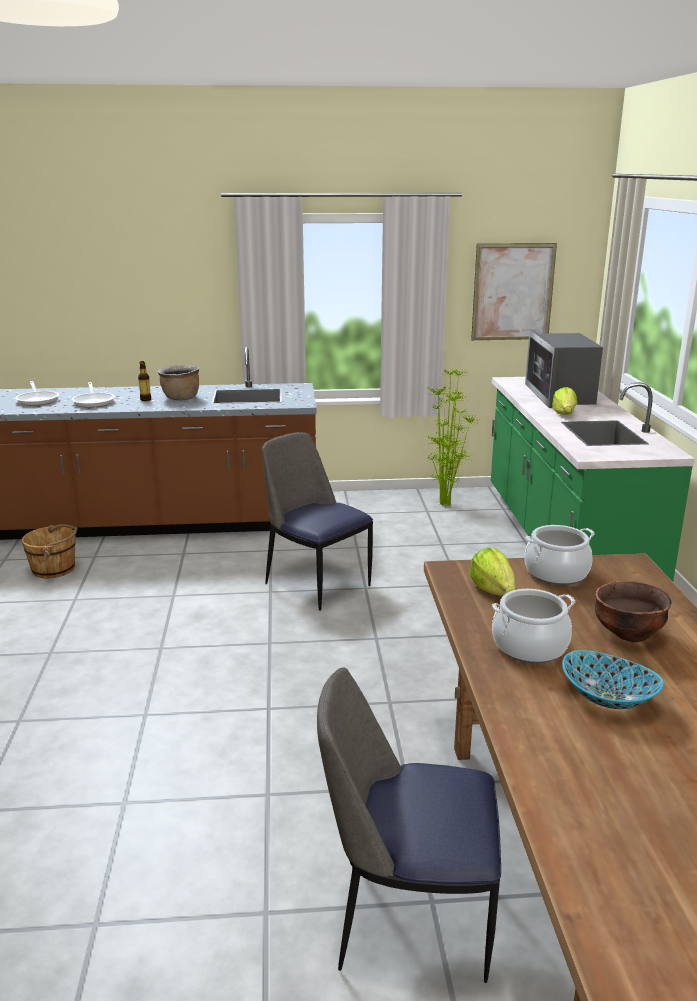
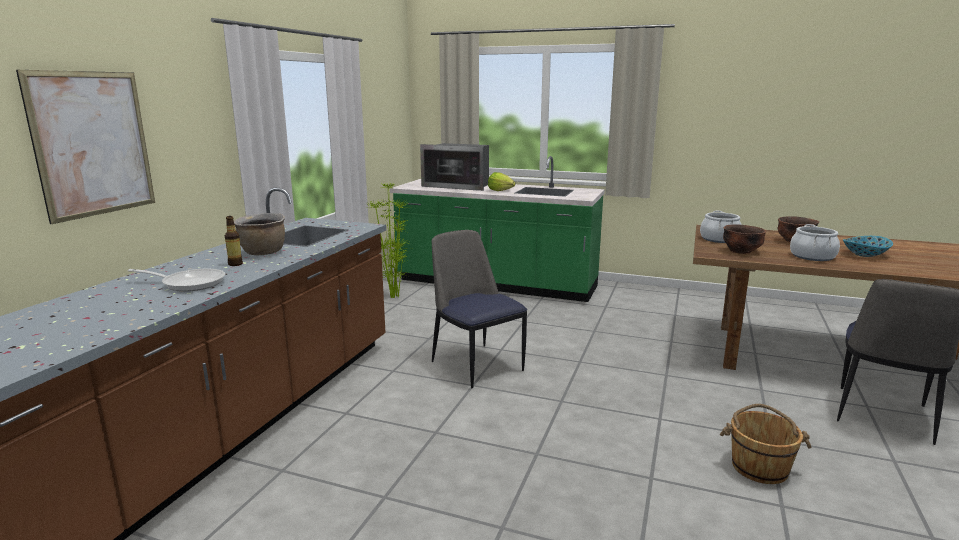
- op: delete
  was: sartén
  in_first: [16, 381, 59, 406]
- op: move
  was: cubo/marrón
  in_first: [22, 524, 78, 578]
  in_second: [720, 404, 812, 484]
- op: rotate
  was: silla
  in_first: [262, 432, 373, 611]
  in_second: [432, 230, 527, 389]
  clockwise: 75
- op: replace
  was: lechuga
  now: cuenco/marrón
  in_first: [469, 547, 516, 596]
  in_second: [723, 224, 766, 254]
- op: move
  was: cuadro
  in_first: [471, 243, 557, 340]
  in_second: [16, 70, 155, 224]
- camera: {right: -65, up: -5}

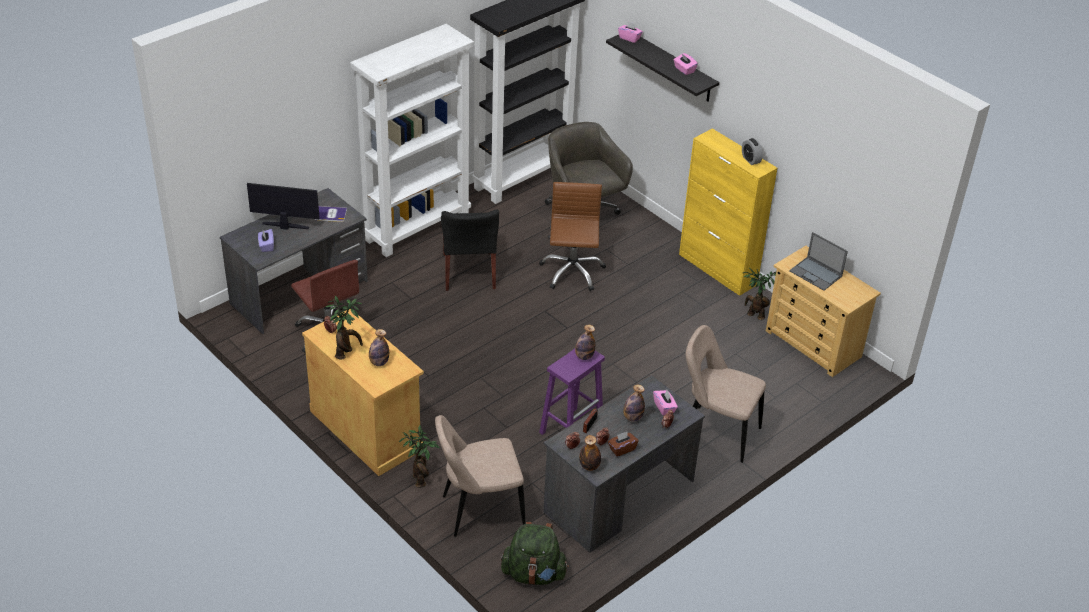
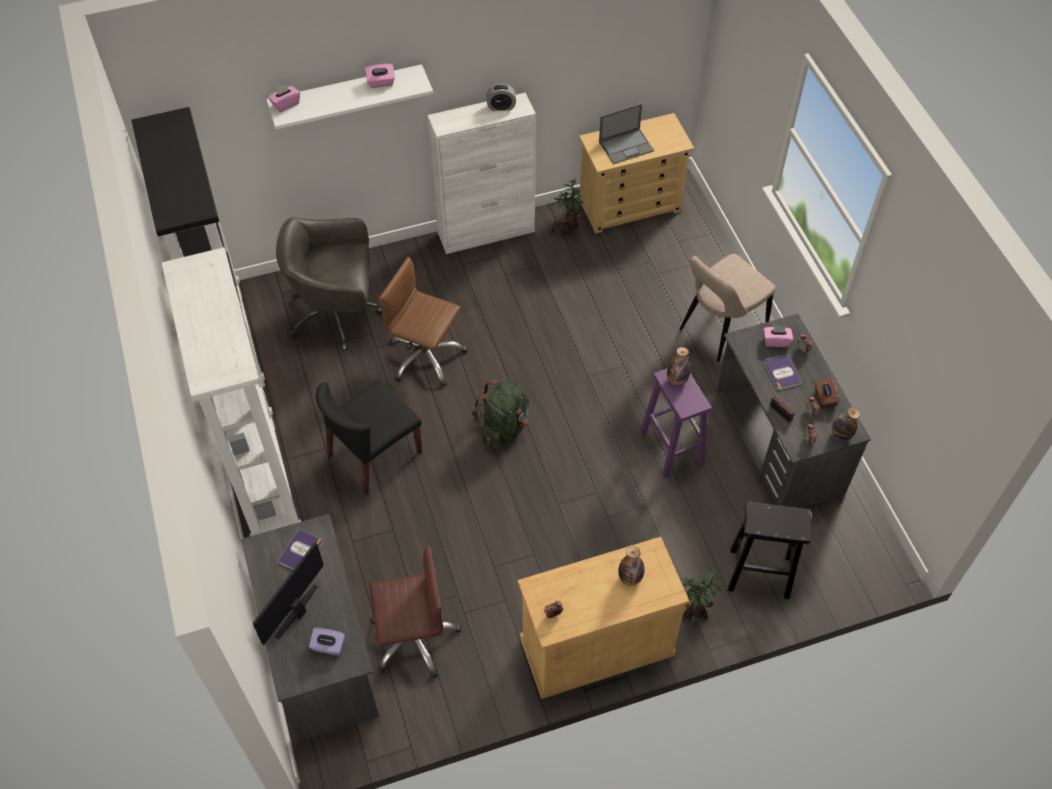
- op: delete
  was: planta en maceta
  in_first: [326, 296, 363, 359]
- op: replace
  was: silla/beis
  now: taburete/negro
  in_first: [435, 415, 525, 537]
  in_second: [728, 501, 811, 599]
- op: rotate
  was: silla/negro
  in_first: [441, 209, 499, 291]
  in_second: [316, 379, 422, 495]
  clockwise: 120
- op: move
  was: mochila/verde
  in_first: [501, 522, 569, 585]
  in_second: [472, 379, 529, 449]
- op: recolor
  was: estante/negro
  now: estante/blanco
  in_first: [606, 35, 719, 102]
  in_second: [266, 64, 433, 129]
- op: replace
  was: botella
  now: libro
  in_first: [623, 385, 645, 422]
  in_second: [764, 354, 802, 390]
- op: recolor
  was: armario/amarillo
  now: armario/blanco
  in_first: [679, 129, 778, 296]
  in_second: [428, 93, 536, 254]
- camera: {right: -65, up: 15}

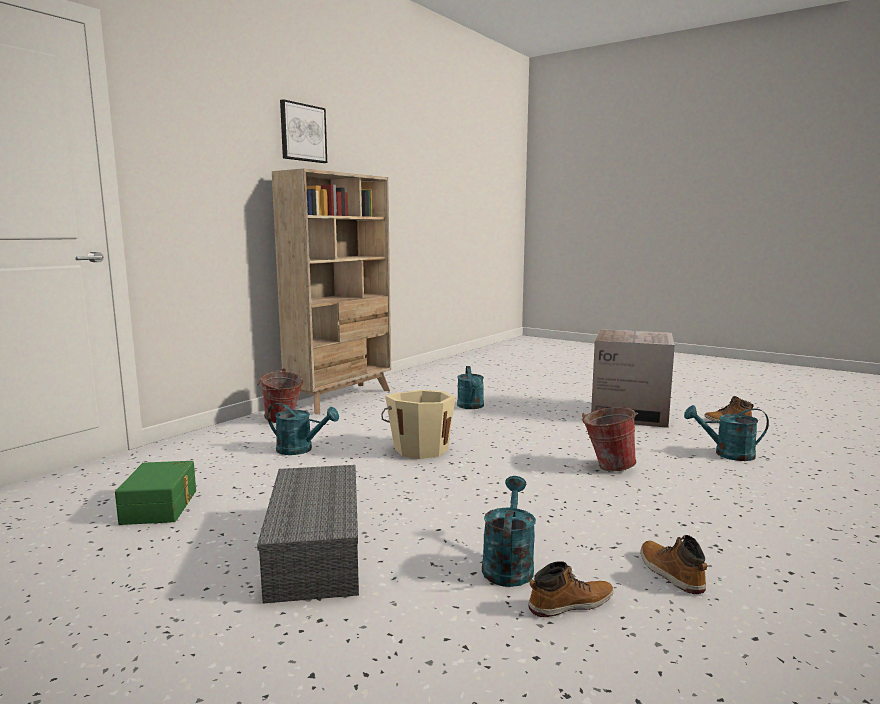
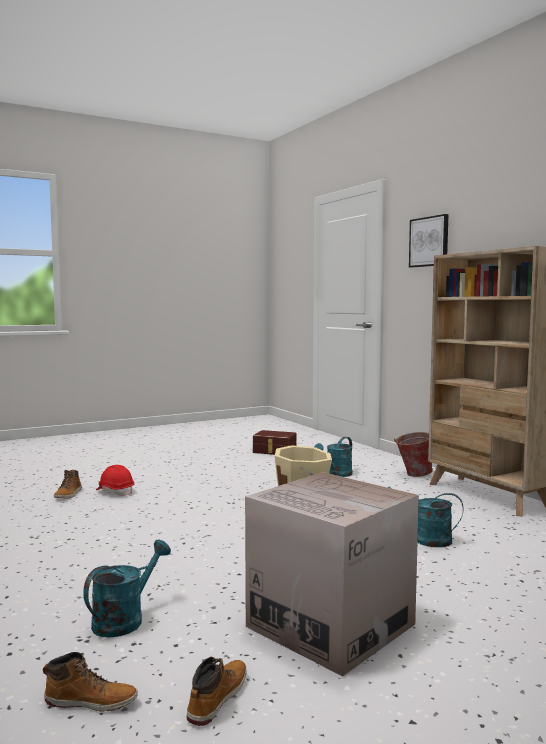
- op: recolor
  was: caja de almacenaje/verde
  now: caja de almacenaje/marrón
  in_first: [115, 461, 196, 525]
  in_second: [253, 430, 296, 455]
- op: delete
  was: caja de almacenaje/gris
  in_first: [257, 465, 359, 604]
- op: move
  was: cuadro
  in_first: [280, 99, 327, 163]
  in_second: [409, 214, 449, 267]
- op: replace
  was: regadera/turquesa
  now: casco/rojo
  in_first: [482, 476, 536, 587]
  in_second: [96, 465, 134, 496]
- op: delete
  was: cubo
  in_first: [582, 407, 638, 471]
- op: move
  was: bota
  in_first: [641, 535, 707, 594]
  in_second: [43, 652, 138, 712]
- camera: {right: 115, up: -5}

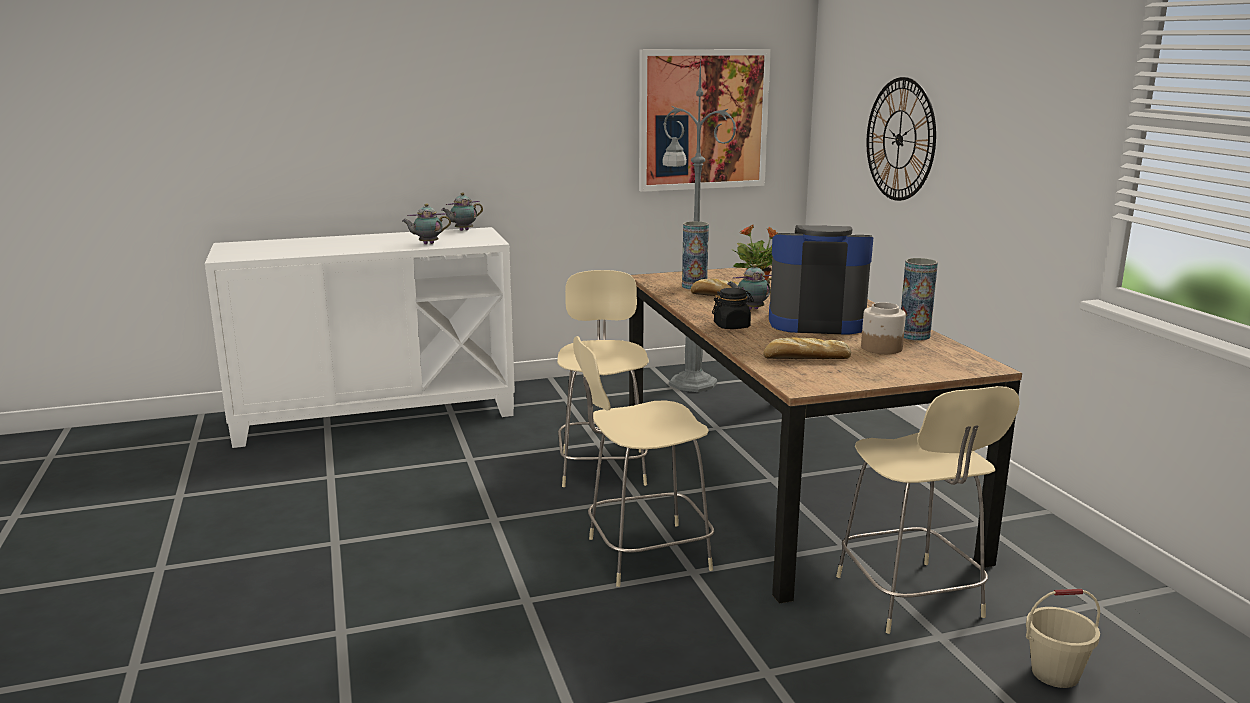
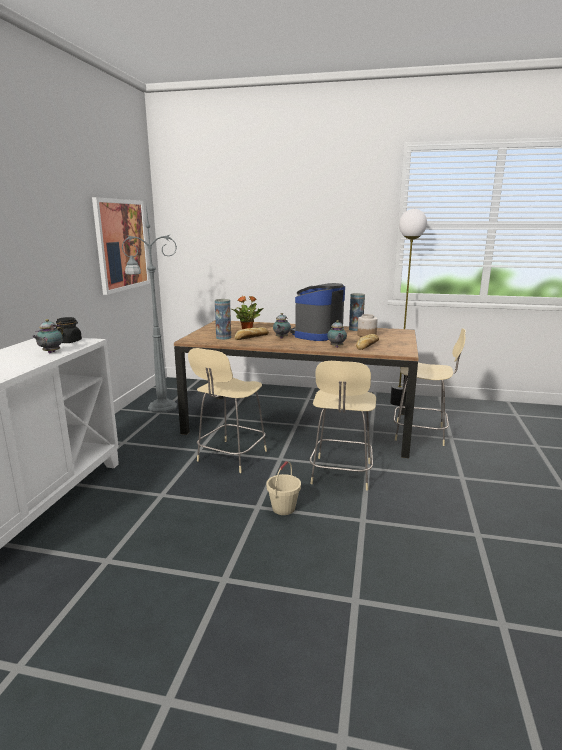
- op: move
  was: tetera
  in_first: [441, 193, 483, 231]
  in_second: [327, 320, 347, 348]
- op: rotate
  was: silla/beis
  in_first: [557, 270, 649, 487]
  in_second: [188, 348, 267, 473]
  clockwise: -90
- op: move
  was: tarro/negro
  in_first: [712, 288, 754, 329]
  in_second: [56, 317, 82, 343]
- op: delete
  was: reloj de pared
  in_first: [867, 77, 936, 201]
- op: move
  was: cubo/beis
  in_first: [1026, 589, 1100, 688]
  in_second: [266, 461, 301, 515]
- op: insert
  now: lámpara de pie
  in_second: [390, 209, 427, 406]
- camera: {right: -60, up: 0}

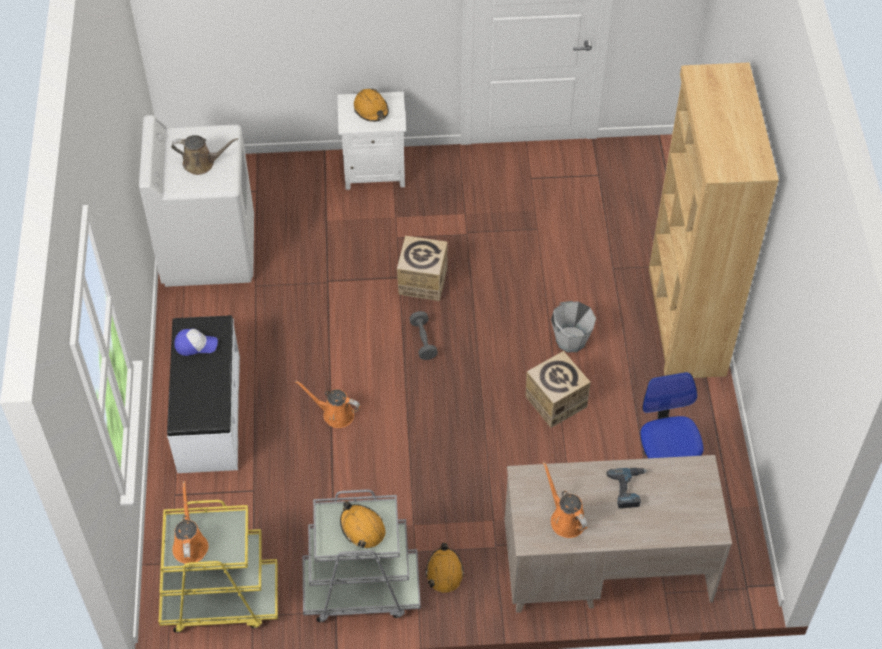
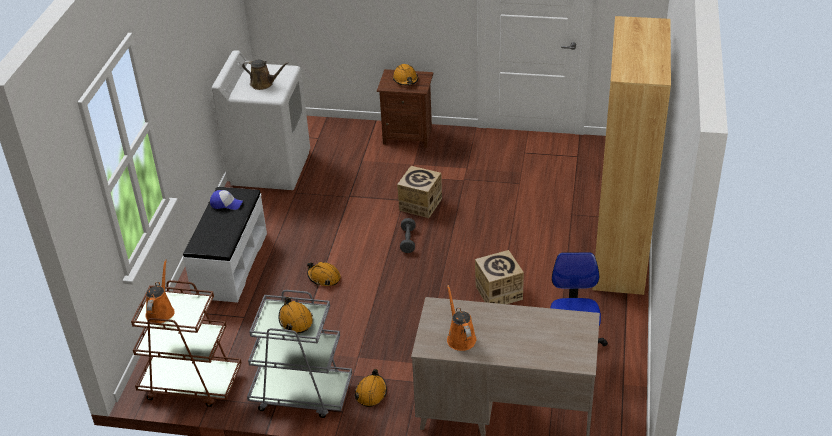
- op: recolor
  was: carrito/amarillo
  now: carrito/marrón
  in_first: [159, 500, 278, 633]
  in_second: [131, 280, 242, 407]
- op: replace
  was: regadera/naranja
  now: casco/naranja
  in_first: [295, 380, 360, 428]
  in_second: [307, 262, 341, 286]
- op: recolor
  was: mesita de noche/blanco
  now: mesita de noche/marrón
  in_first: [337, 92, 406, 190]
  in_second: [377, 69, 434, 148]
- op: delete
  was: cubo/gris
  in_first: [551, 301, 596, 352]
- op: delete
  was: taladro
  in_first: [607, 468, 648, 508]
- camera: {right: 15, up: -15}

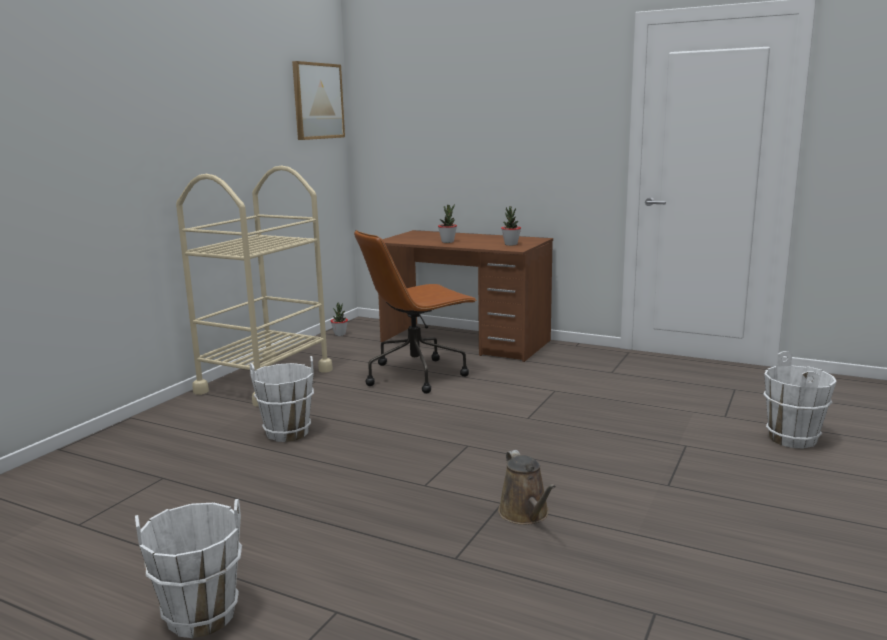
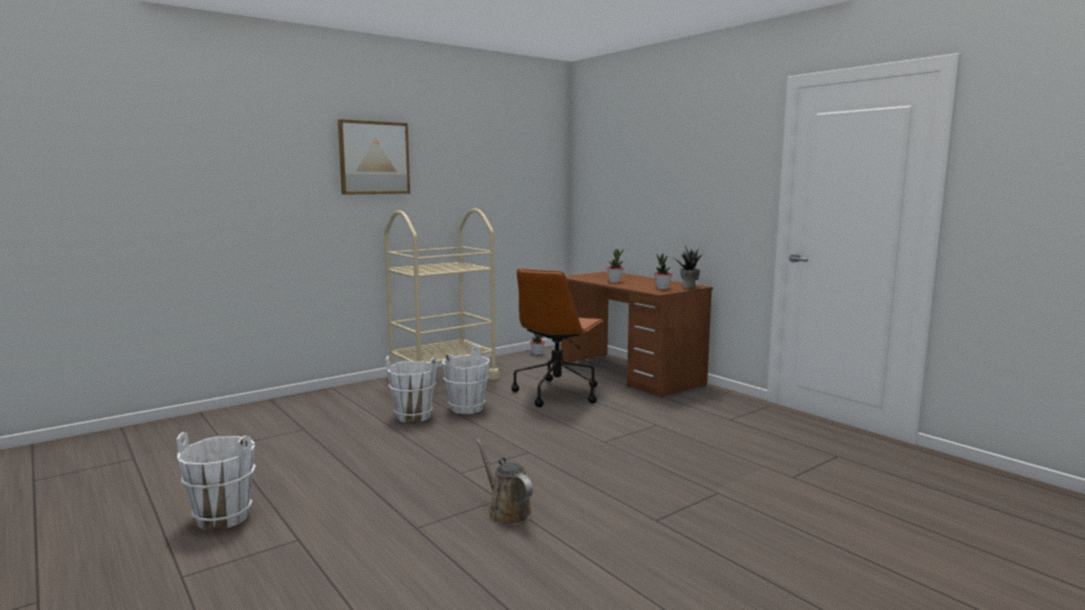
- op: move
  was: cuadro
  in_first: [292, 61, 345, 140]
  in_second: [338, 119, 410, 195]
- op: rotate
  was: silla de oficina/marrón
  in_first: [354, 230, 477, 394]
  in_second: [511, 269, 604, 407]
  clockwise: -60
- op: rotate
  was: regadera/marrón
  in_first: [498, 450, 556, 525]
  in_second: [476, 439, 533, 525]
  clockwise: 135
- op: move
  was: cubo/blanco
  in_first: [763, 351, 837, 449]
  in_second: [442, 345, 490, 414]
- op: insert
  now: planta en maceta
  in_second: [674, 245, 703, 289]
- camera: {right: 25, up: -5}

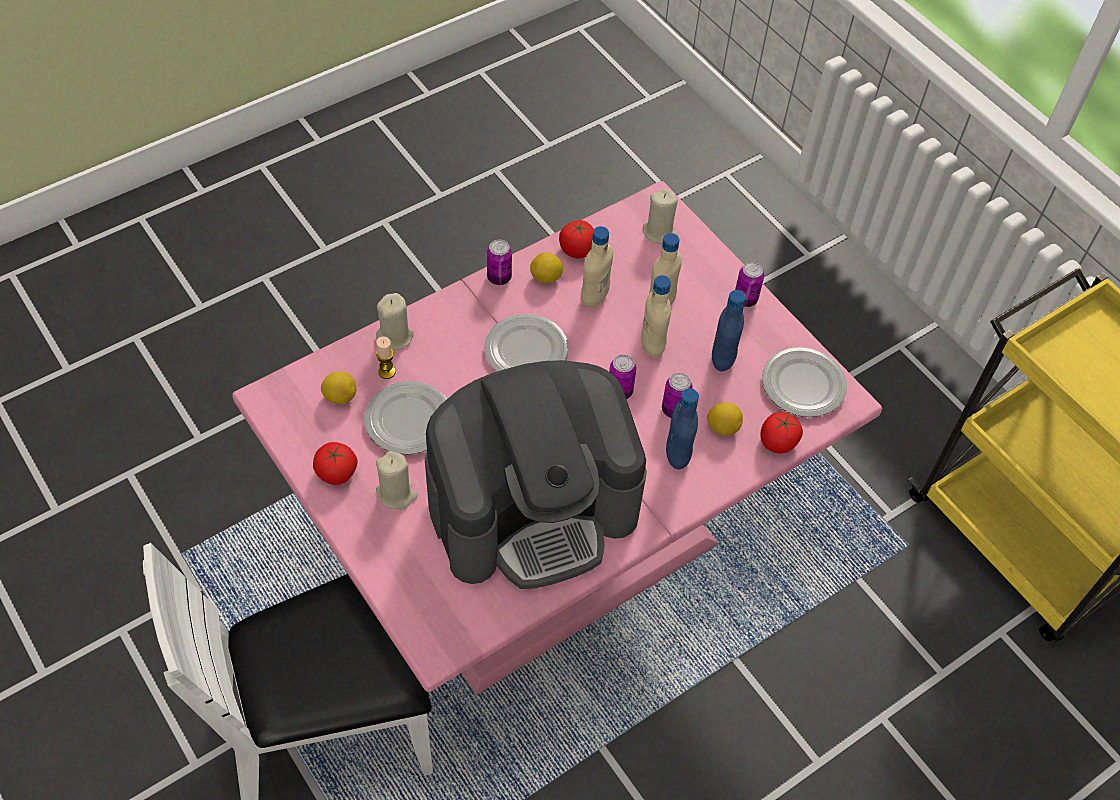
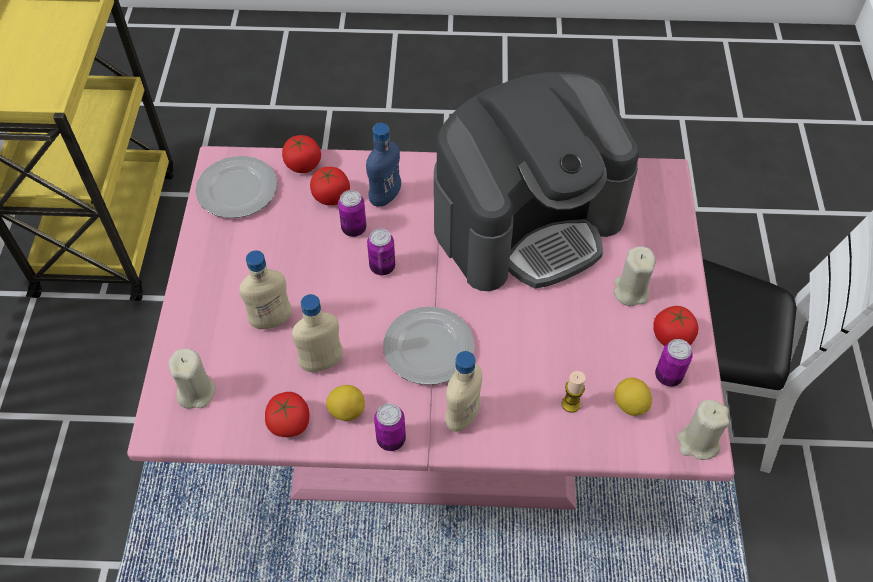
- op: delete
  was: plato
  in_first: [364, 381, 447, 455]
- op: move
  was: vela/beis
  in_first: [376, 293, 414, 350]
  in_second: [677, 400, 730, 460]
- op: rotate
  was: cafetera
  in_first: [425, 360, 647, 589]
  in_second: [434, 72, 639, 291]
  clockwise: 135
- op: move
  was: botella/beis
  in_first: [641, 275, 671, 358]
  in_second: [445, 351, 482, 432]
- op: replace
  was: limón
  now: tomate
  in_first: [707, 403, 743, 435]
  in_second: [310, 167, 350, 206]
- op: delete
  was: botella/azul
  in_first: [712, 290, 746, 372]
- op: move
  was: lata
  in_first: [735, 262, 764, 307]
  in_second: [655, 339, 693, 387]
- camera: {right: -140, up: 0}

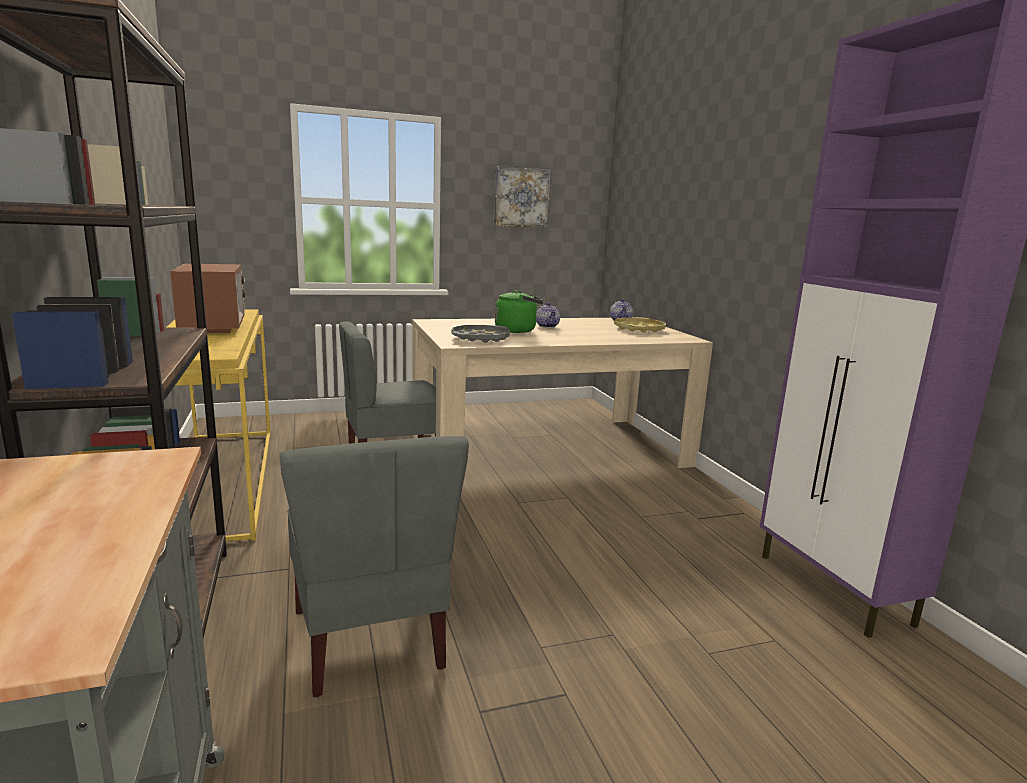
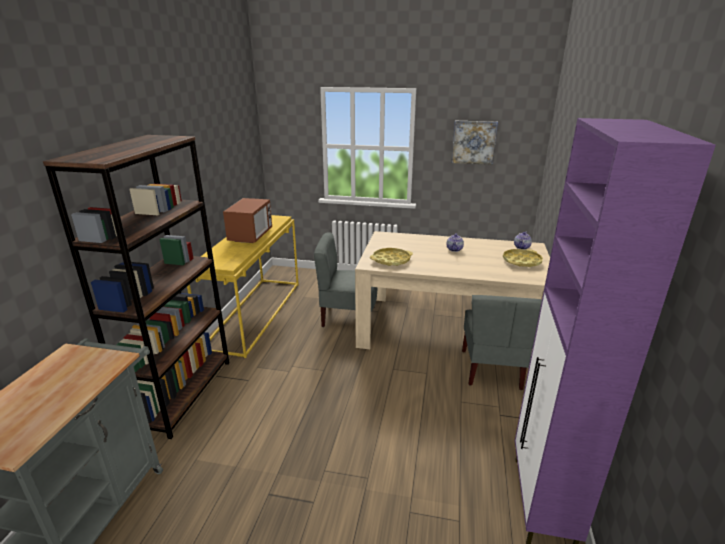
- op: move
  was: silla/gris
  in_first: [279, 436, 469, 697]
  in_second: [462, 295, 542, 390]
- op: recolor
  was: bandeja/gris
  now: bandeja/amarillo
  in_first: [451, 325, 510, 343]
  in_second: [370, 248, 413, 266]
- op: delete
  was: hervidor/verde
  in_first: [495, 290, 543, 333]
- camera: {right: 30, up: 10}

